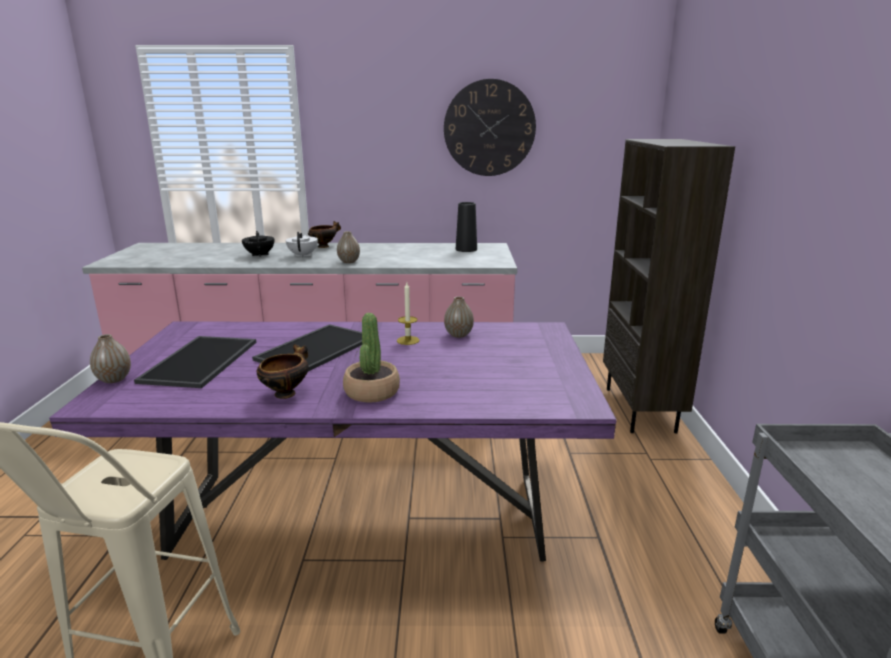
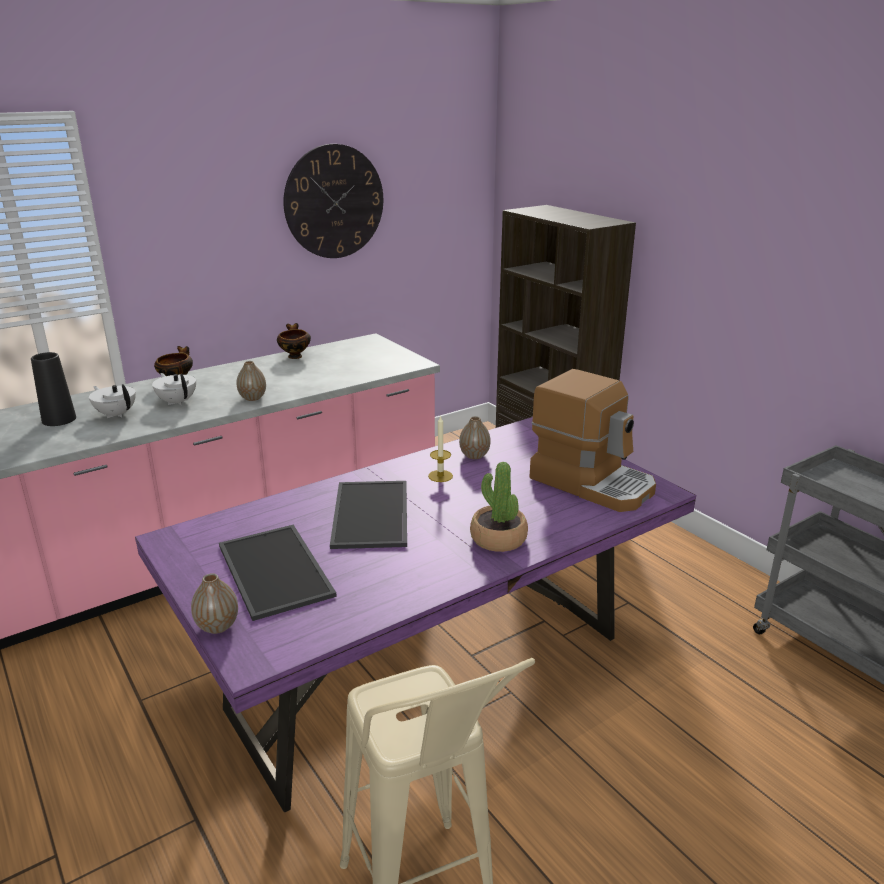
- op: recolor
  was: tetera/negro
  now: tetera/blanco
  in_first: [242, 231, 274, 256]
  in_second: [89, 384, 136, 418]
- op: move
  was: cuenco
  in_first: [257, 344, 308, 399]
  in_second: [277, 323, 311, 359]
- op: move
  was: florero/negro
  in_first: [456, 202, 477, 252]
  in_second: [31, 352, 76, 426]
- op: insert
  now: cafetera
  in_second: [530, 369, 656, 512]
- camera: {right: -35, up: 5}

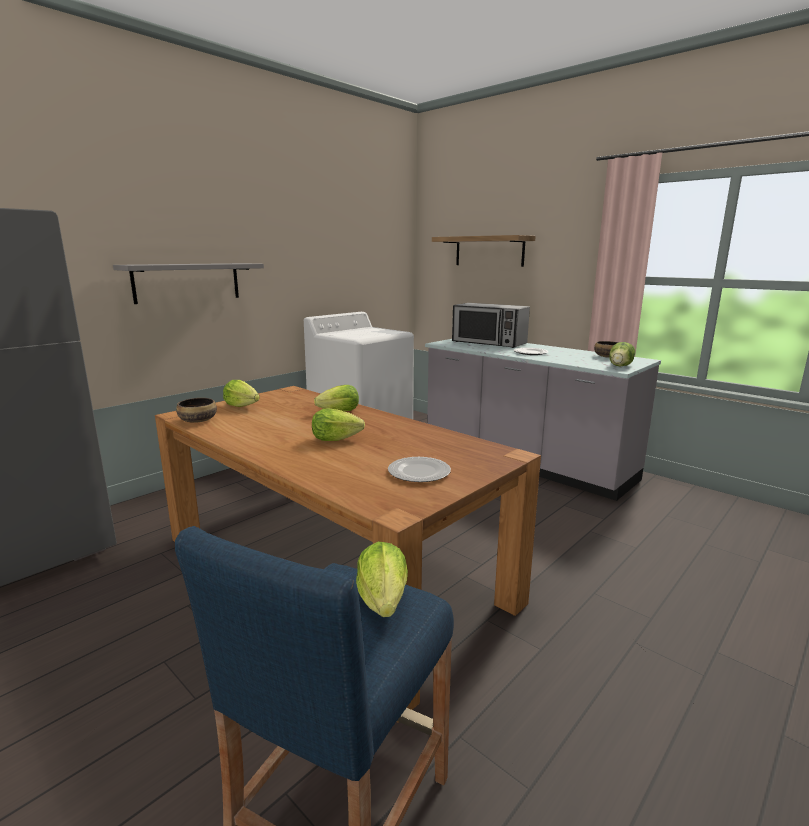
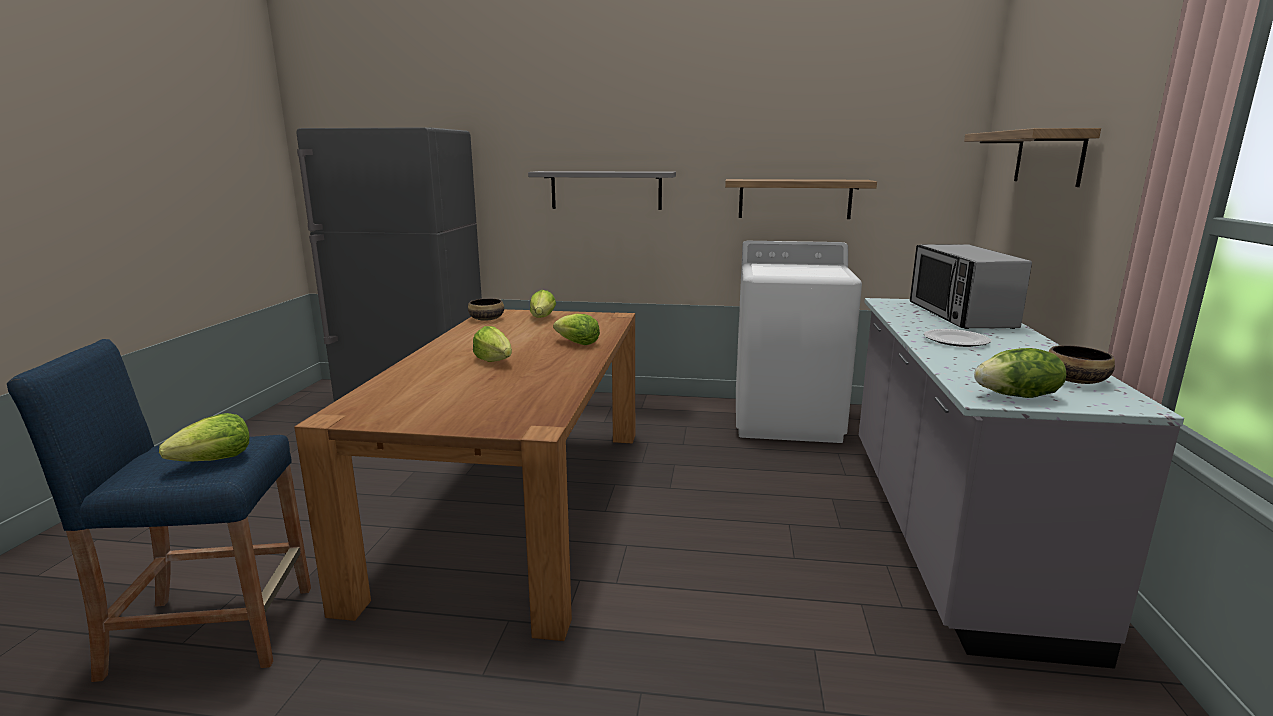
- op: delete
  was: plato
  in_first: [388, 457, 451, 482]
- op: insert
  now: estante
  in_second: [725, 179, 877, 219]
- camera: {right: 55, up: 0}

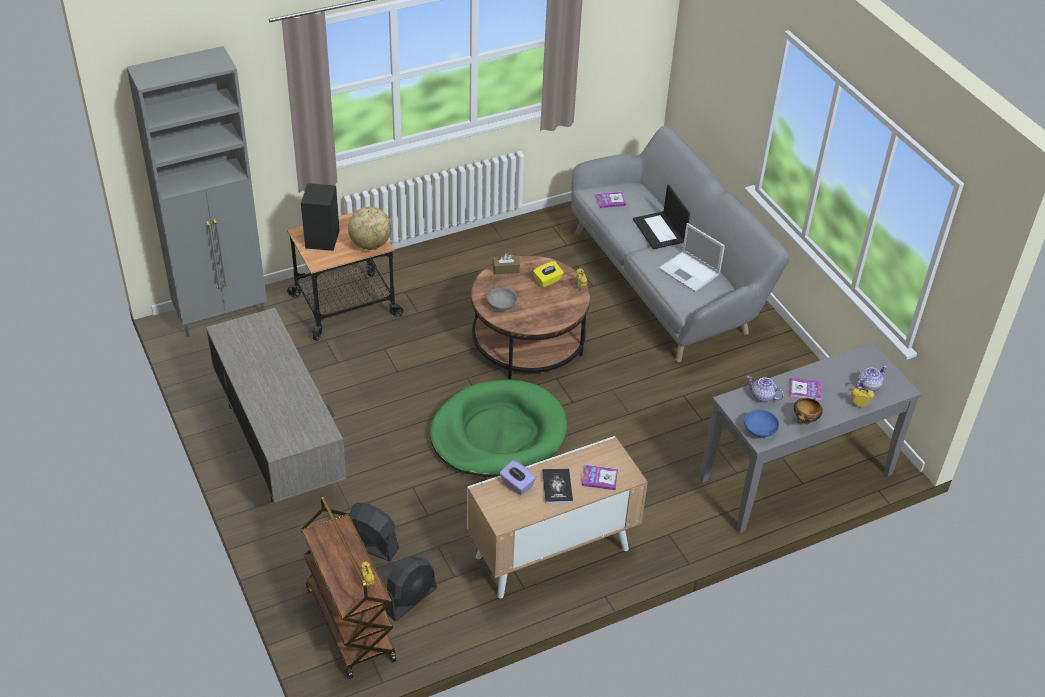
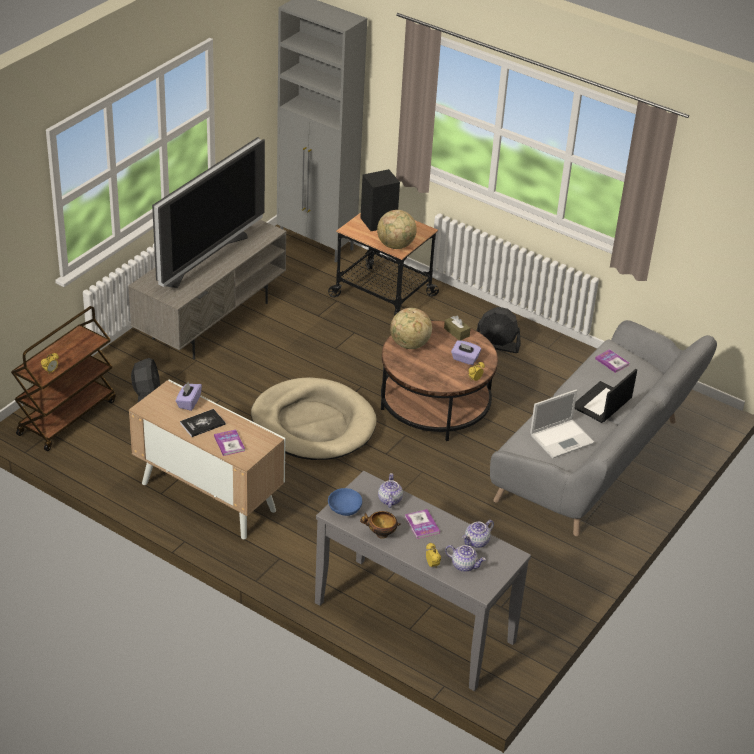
- op: move
  was: ventilador/negro
  in_first: [383, 556, 437, 621]
  in_second: [477, 307, 521, 353]
- op: recolor
  was: cama para perro/verde
  now: cama para perro/beis
  in_first: [430, 380, 567, 477]
  in_second: [251, 377, 377, 460]
- op: replace
  was: cuenco/gris
  now: globo terráqueo
  in_first: [487, 288, 517, 311]
  in_second: [390, 308, 432, 349]
- op: recolor
  was: caja de pañuelos/amarillo
  now: caja de pañuelos/morado
  in_first: [533, 261, 564, 288]
  in_second: [451, 340, 481, 365]
- op: rotate
  was: portátil
  in_first: [659, 223, 725, 292]
  in_second: [530, 390, 595, 459]
  clockwise: -135
- op: insert
  now: televisor
  in_second: [152, 137, 265, 288]
- op: insert
  now: tetera
  in_second: [462, 520, 494, 548]
- camera: {right: 60, up: -5}

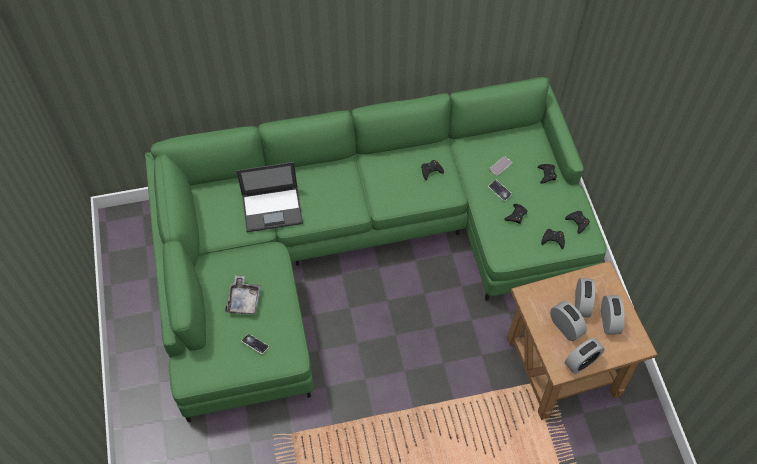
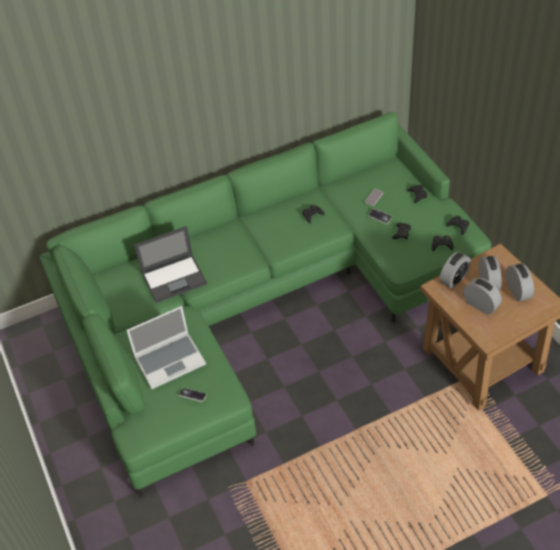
- op: replace
  was: bandeja/gris
  now: portátil
  in_first: [225, 275, 261, 314]
  in_second: [127, 306, 206, 389]
- op: move
  was: despertador
  in_first: [565, 338, 605, 374]
  in_second: [440, 251, 471, 289]
- camera: {right: -10, up: -10}

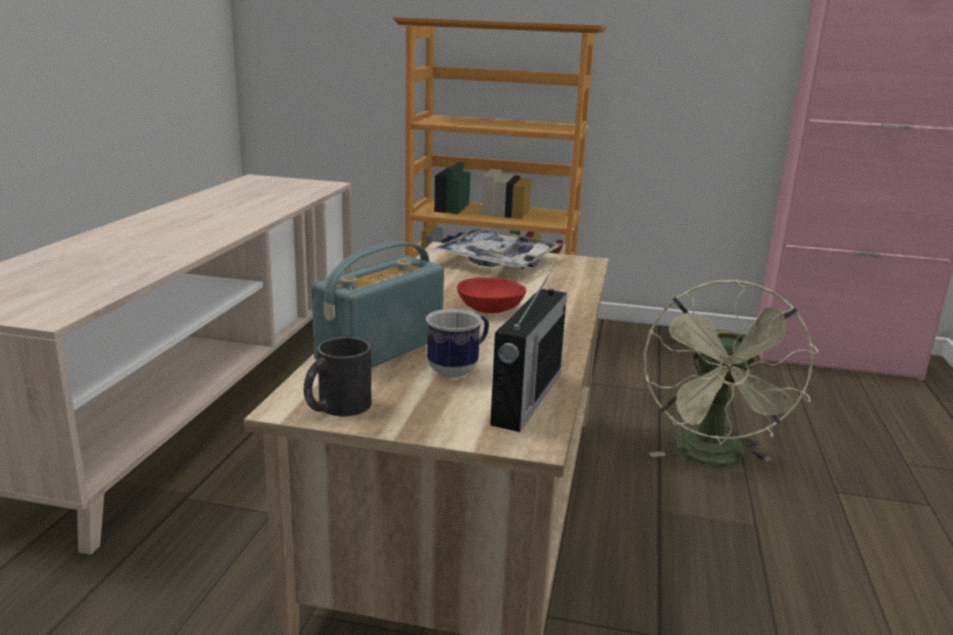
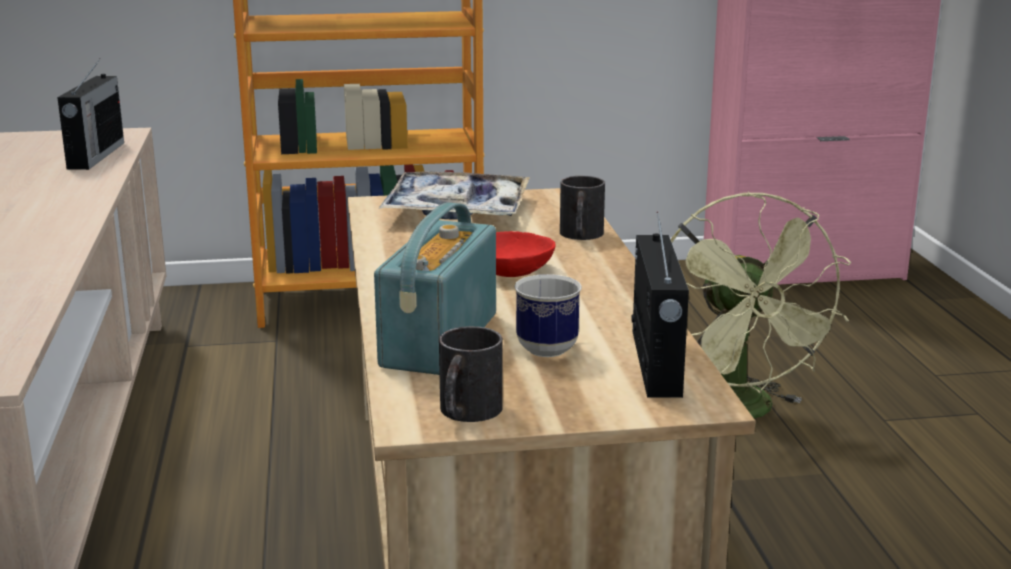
- op: insert
  now: radio
  in_second: [57, 59, 124, 170]
- op: insert
  now: taza grande/negro
  in_second: [560, 176, 605, 240]
- camera: {right: -20, up: 0}

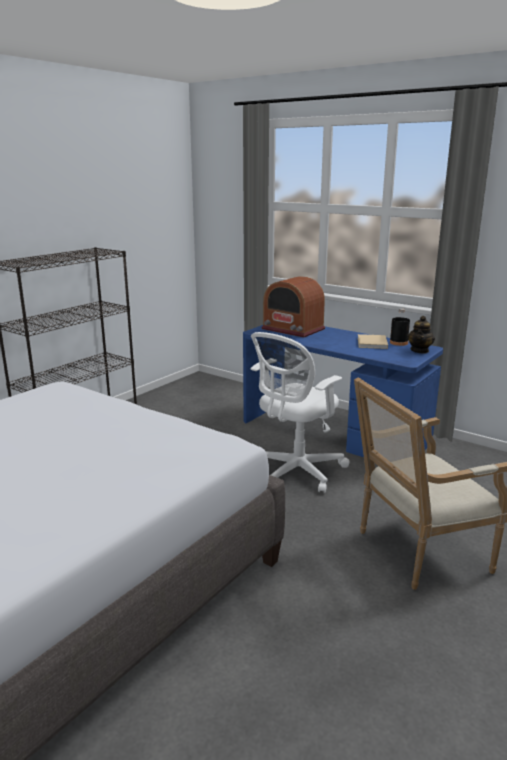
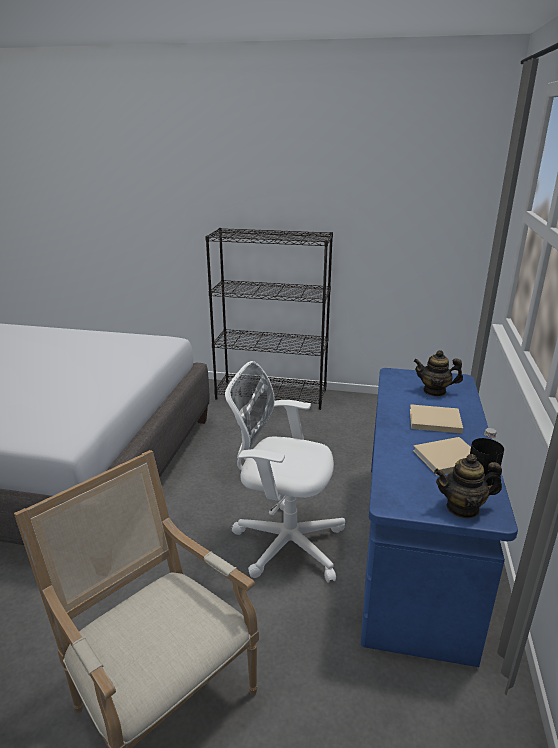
- op: replace
  was: radio
  now: tetera
  in_first: [261, 276, 326, 338]
  in_second: [414, 350, 463, 396]
- op: insert
  now: libro/beis
  in_second: [410, 404, 463, 434]
- camera: {right: 65, up: 5}

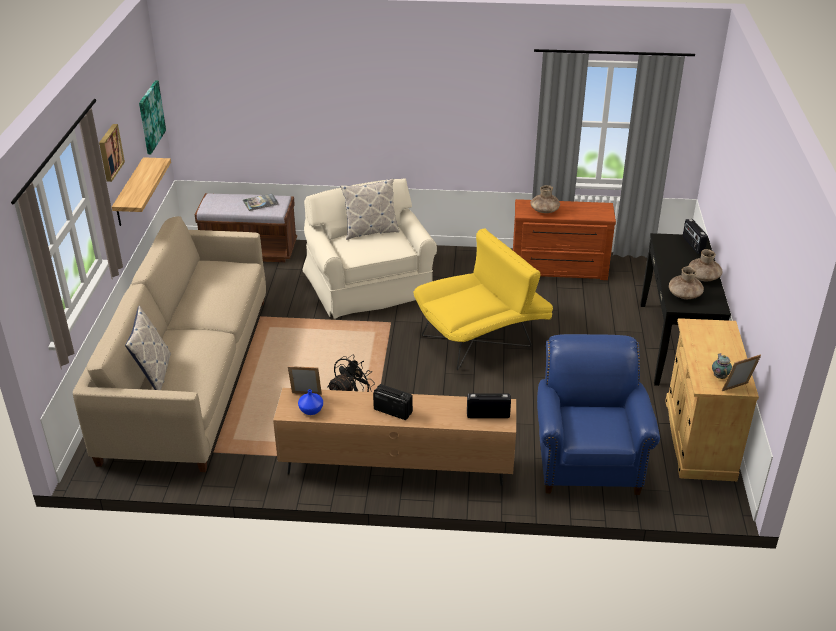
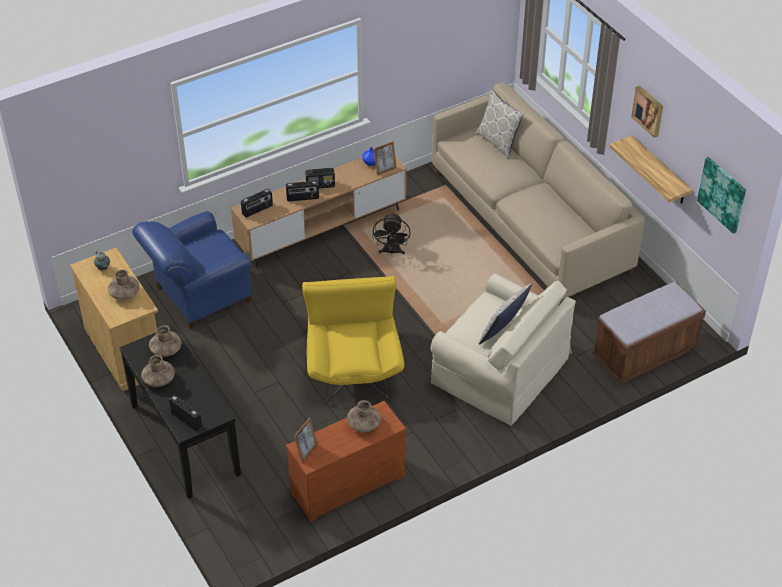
- op: delete
  was: libro
  in_first: [243, 193, 279, 211]
- op: rotate
  was: sillón/amarillo
  in_first: [414, 229, 553, 370]
  in_second: [302, 276, 404, 403]
  clockwise: 150
- op: rotate
  was: sillón/azul
  in_first: [537, 334, 660, 495]
  in_second: [132, 211, 252, 329]
  clockwise: 90
- op: move
  was: portarretratos
  in_first: [722, 355, 761, 391]
  in_second: [294, 418, 318, 462]
- op: insert
  now: florero/marrón
  in_second: [108, 269, 140, 300]
- op: insert
  now: radio
  in_second: [286, 181, 319, 201]
- camera: {right: 145, up: 10}

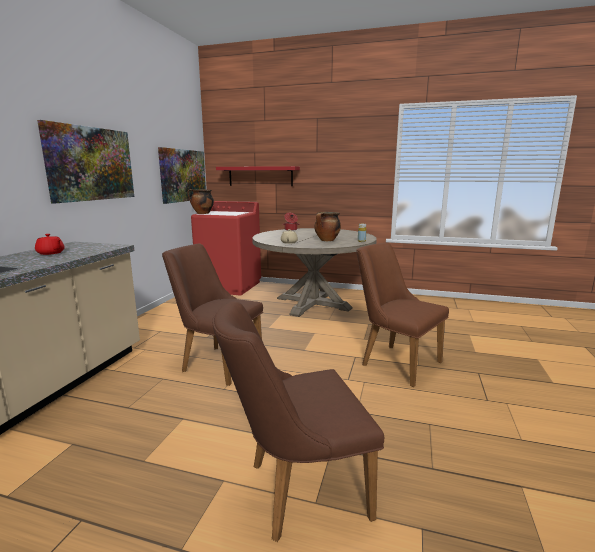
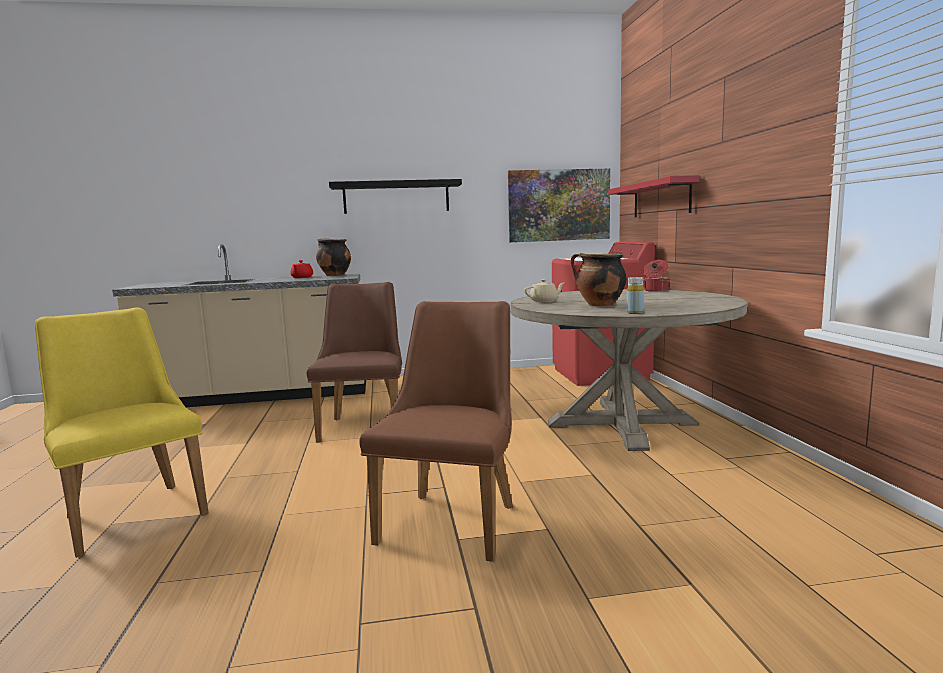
- op: replace
  was: cuadro
  now: estante/negro
  in_first: [37, 120, 134, 204]
  in_second: [329, 179, 462, 214]
- op: move
  was: olla
  in_first: [187, 189, 214, 214]
  in_second: [316, 238, 351, 276]
- op: recolor
  was: silla/marrón
  now: silla/amarillo
  in_first: [212, 301, 384, 542]
  in_second: [35, 308, 209, 558]
- camera: {right: 65, up: -5}

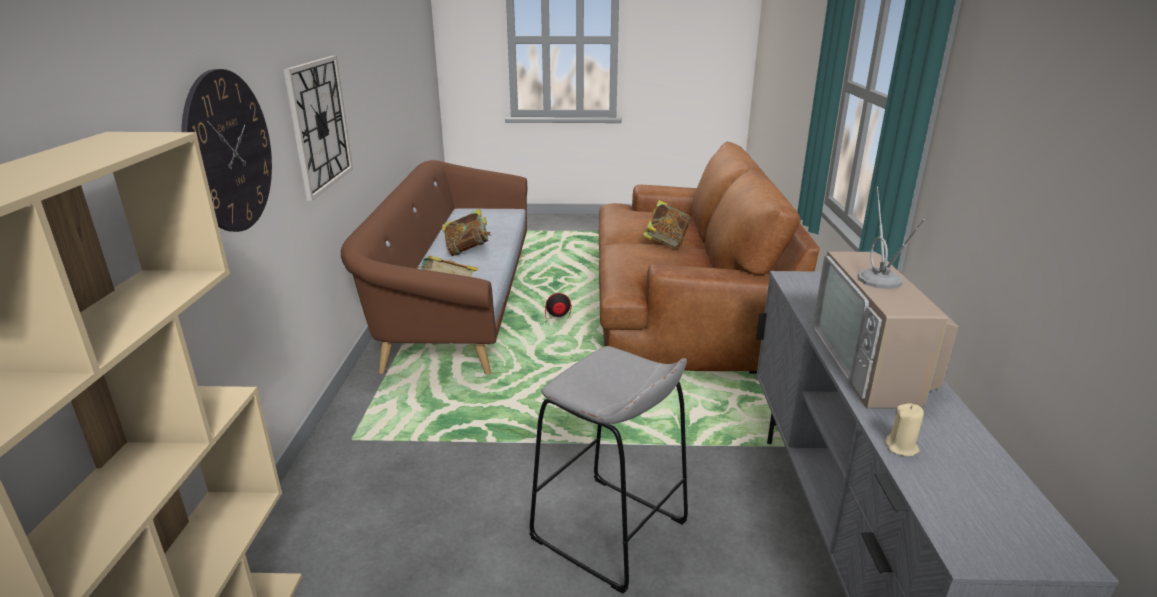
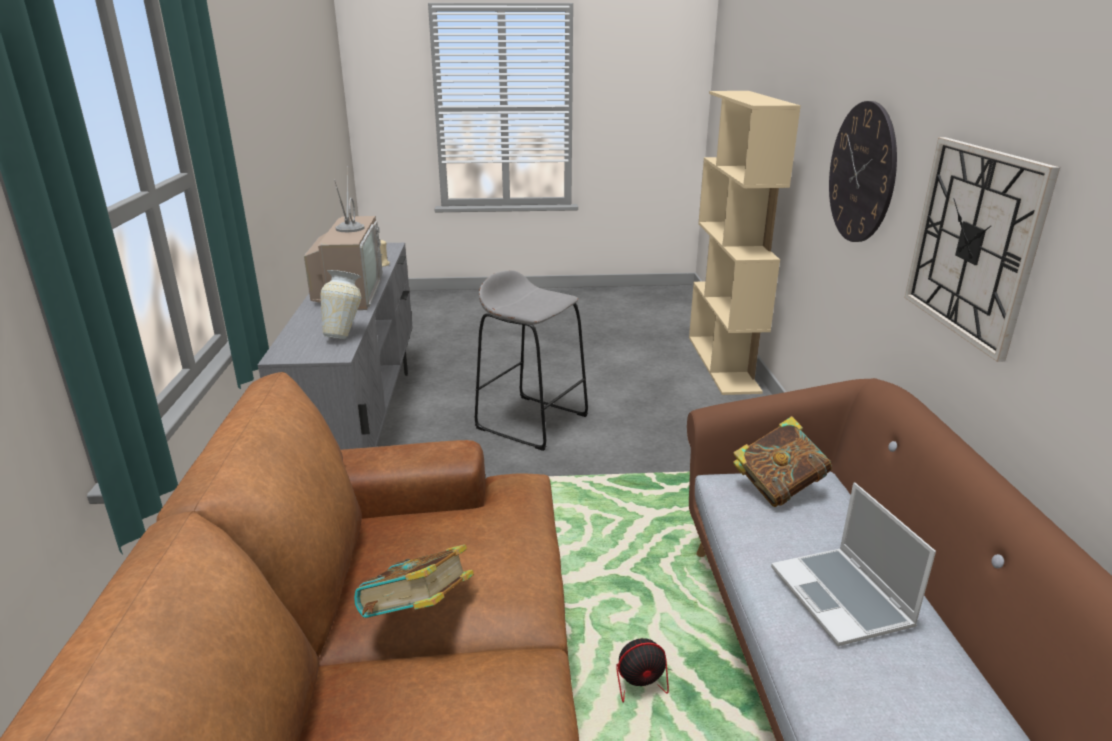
- op: replace
  was: libro
  now: portátil
  in_first: [442, 209, 491, 256]
  in_second: [771, 482, 936, 646]
- op: insert
  now: florero
  in_second: [320, 270, 362, 339]
- camera: {right: 175, up: 0}

